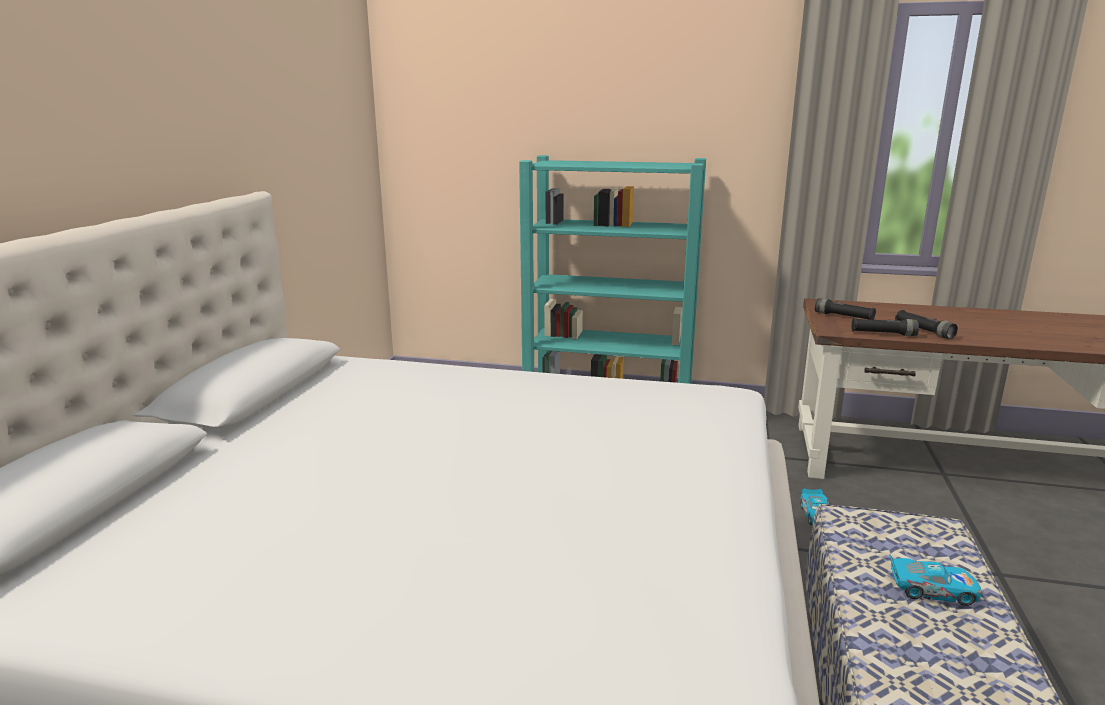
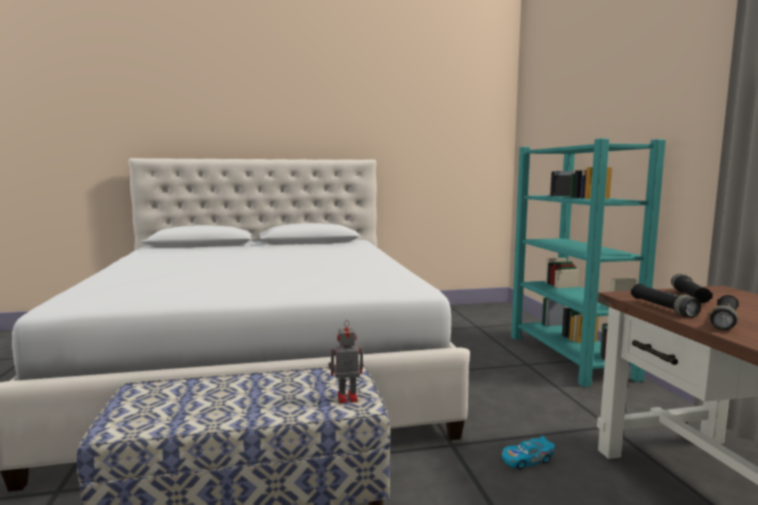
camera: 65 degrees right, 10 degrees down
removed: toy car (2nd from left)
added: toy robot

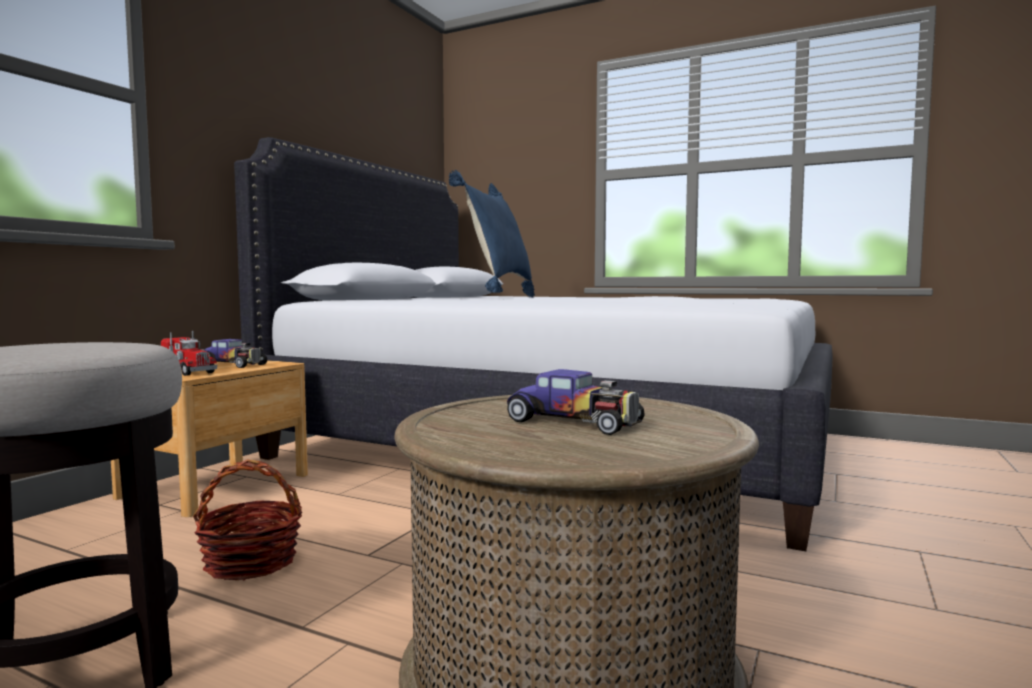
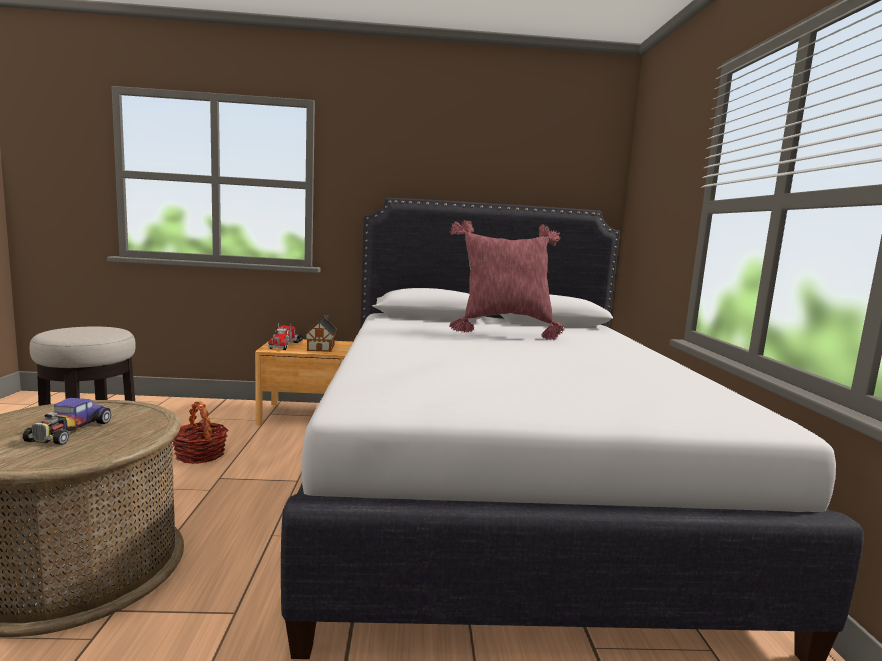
camera: 60 degrees right, 5 degrees up
replaced: toy car (1st from left) to toy house
recoloured: blue pillow to red pillow

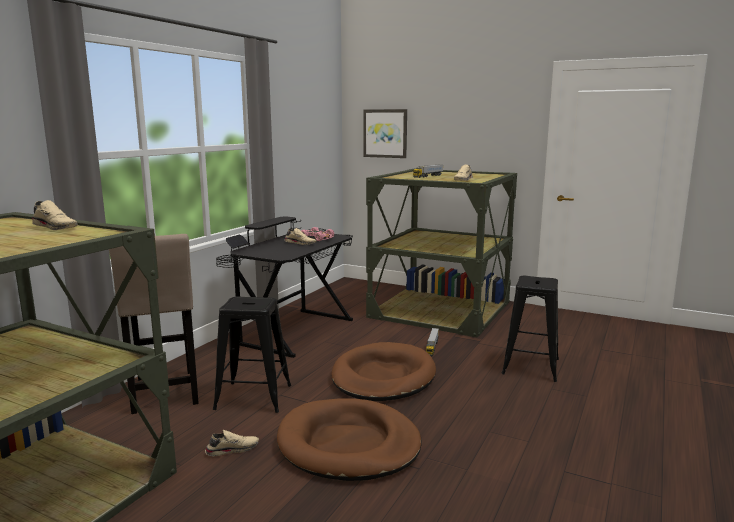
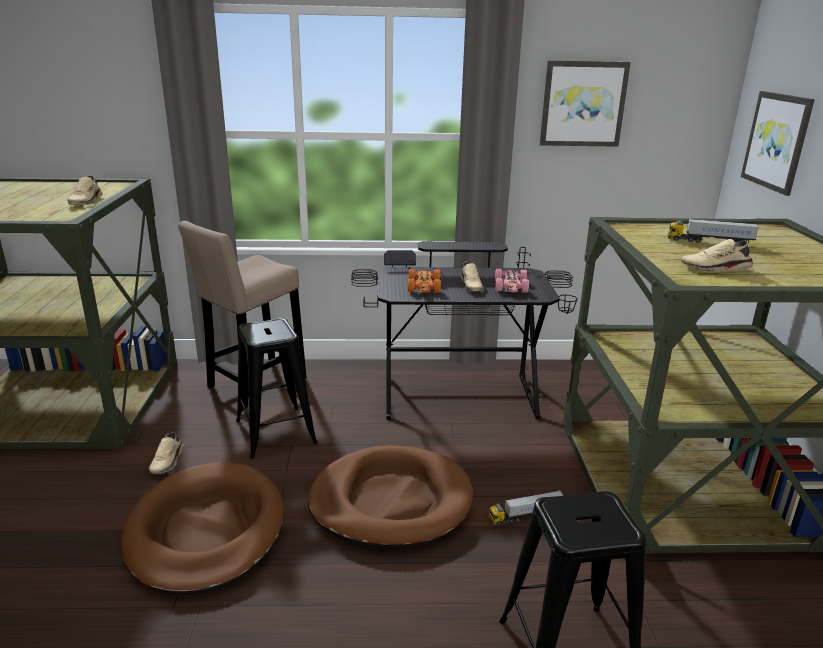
camera: 60 degrees right, 10 degrees up
added: picture (1st from left); orange toy car
turned: beige shoe (2nd from left) 60 degrees clockwise

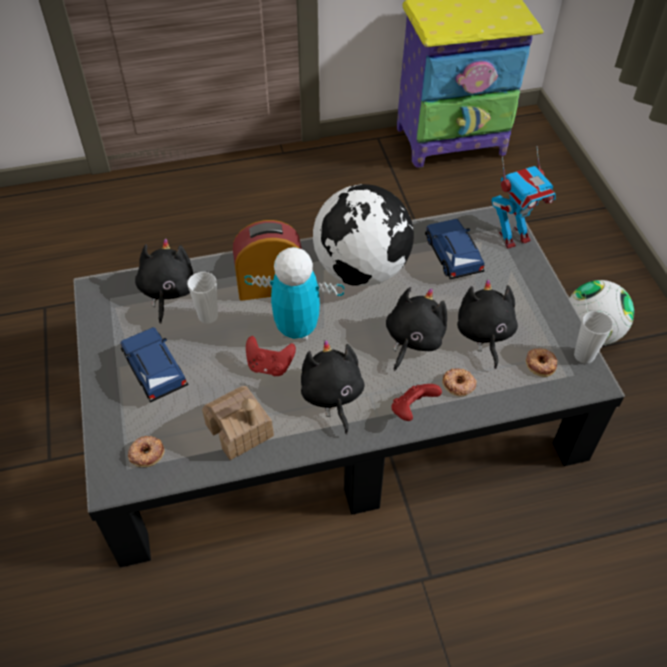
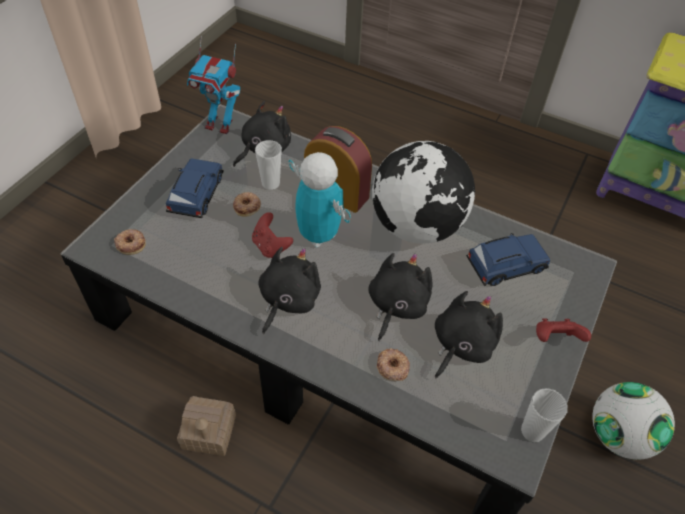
camera: 40 degrees right, 0 degrees up
moved: toy robot (2nd from left in the first image) to toy robot (1st from left); donut (3rd from left in the first image) to donut (2nd from left); red game controller (2nd from left); toy house
turned: blue toy car (2nd from left) 45 degrees clockwise; black plush toy (3rd from left) 45 degrees counterclockwise

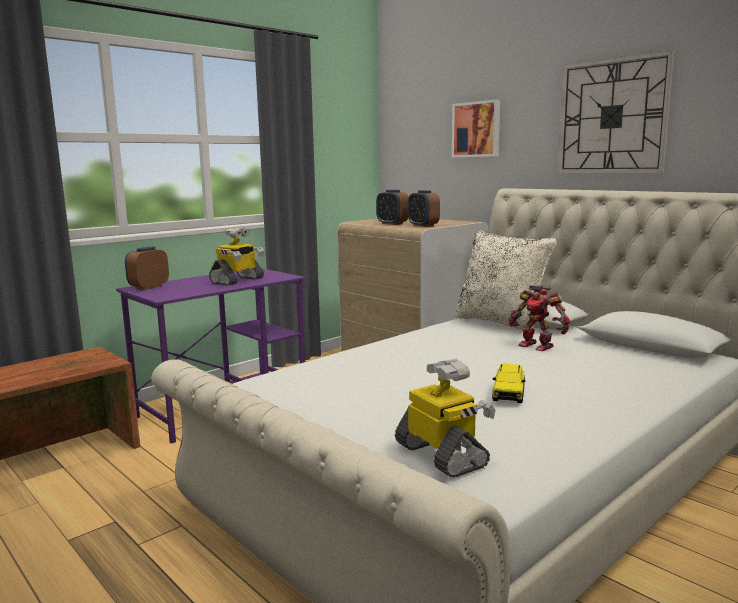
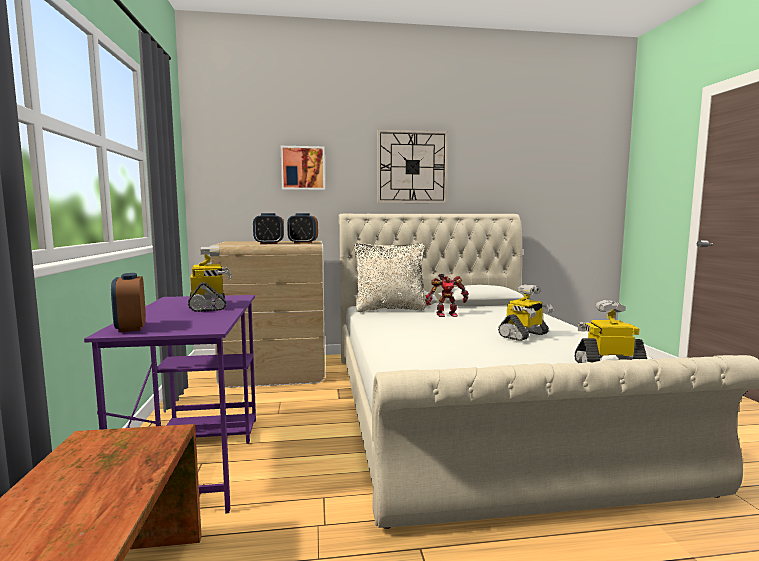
camera: 55 degrees left, 5 degrees down
replaced: yellow toy car to toy robot (3rd from left)

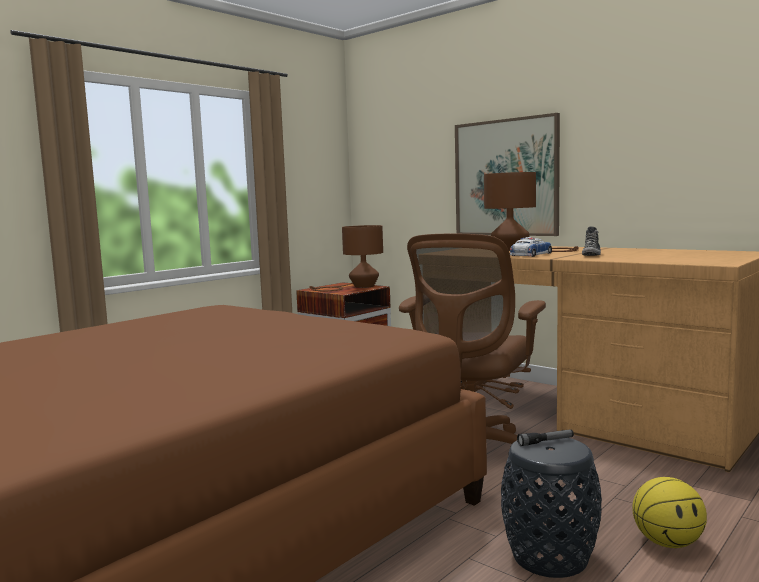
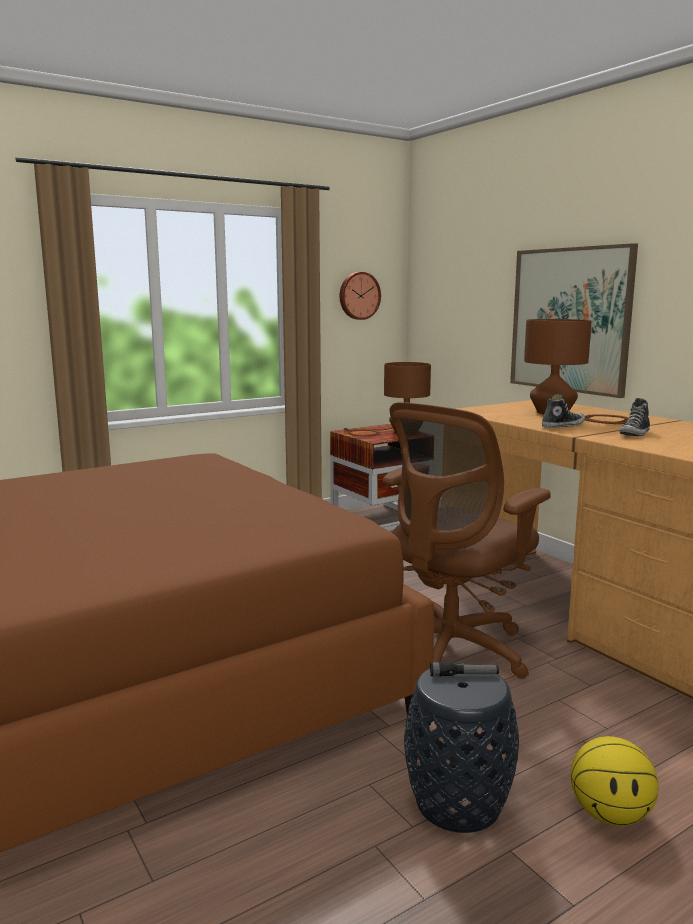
camera: 15 degrees right, 5 degrees up
added: wall clock
replaced: toy car to shoe (1st from left)

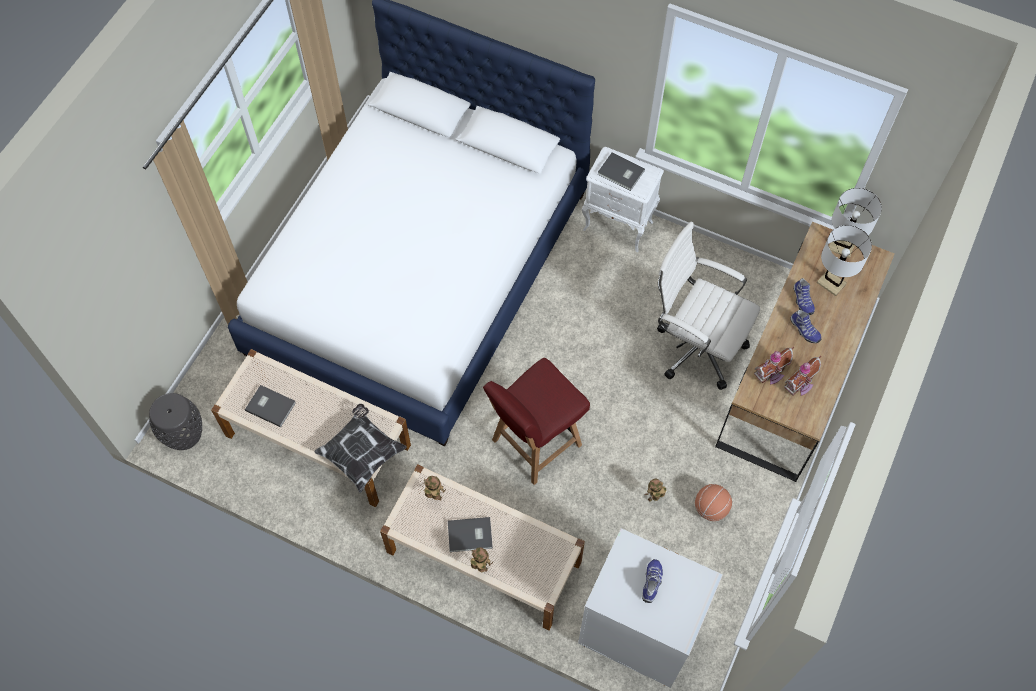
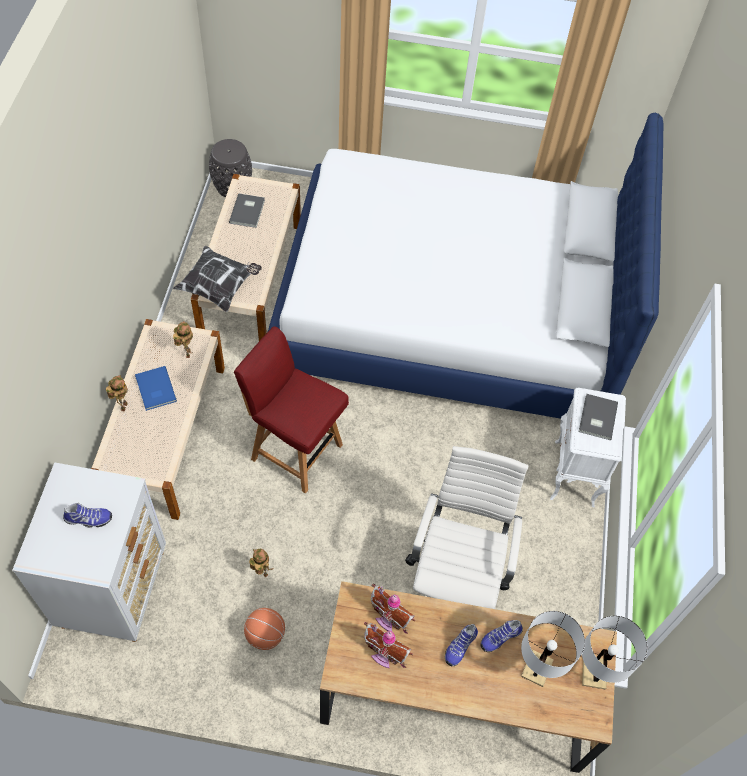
camera: 70 degrees right, 5 degrees down
recoloured: grey book (2nd from left) to blue book

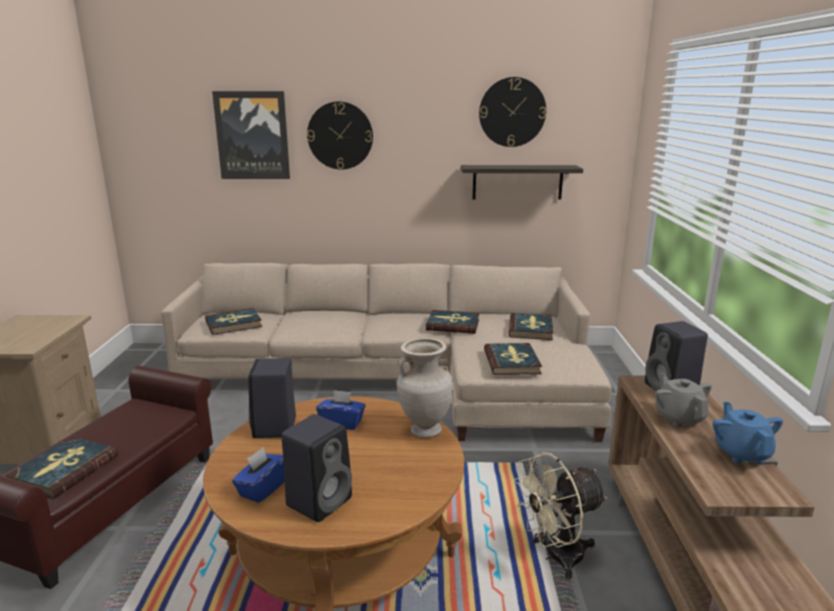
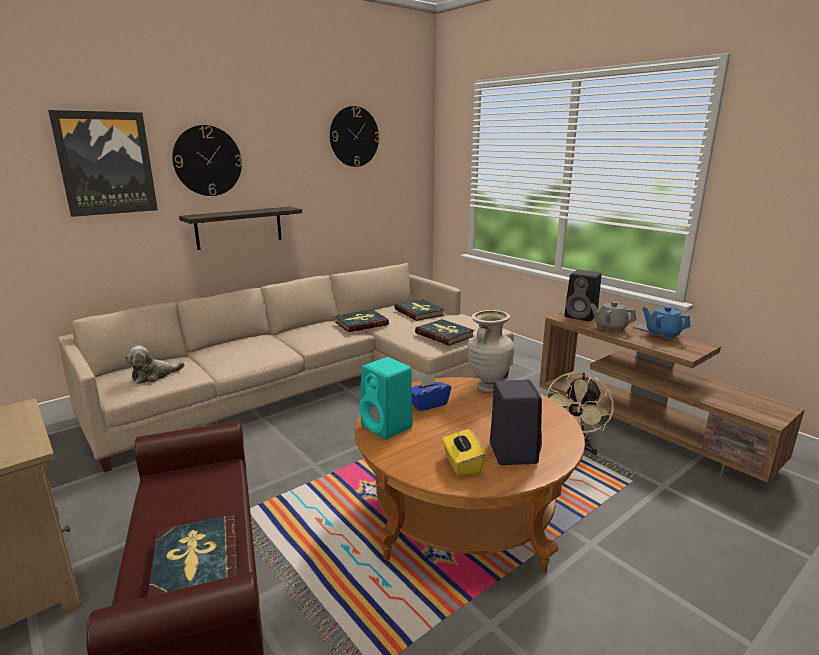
camera: 40 degrees left, 0 degrees up
moved: shelf
replaced: book (2nd from left) to plush toy
recoloured: black speaker (1st from left) to turquoise speaker; blue tissue box (1st from left) to yellow tissue box

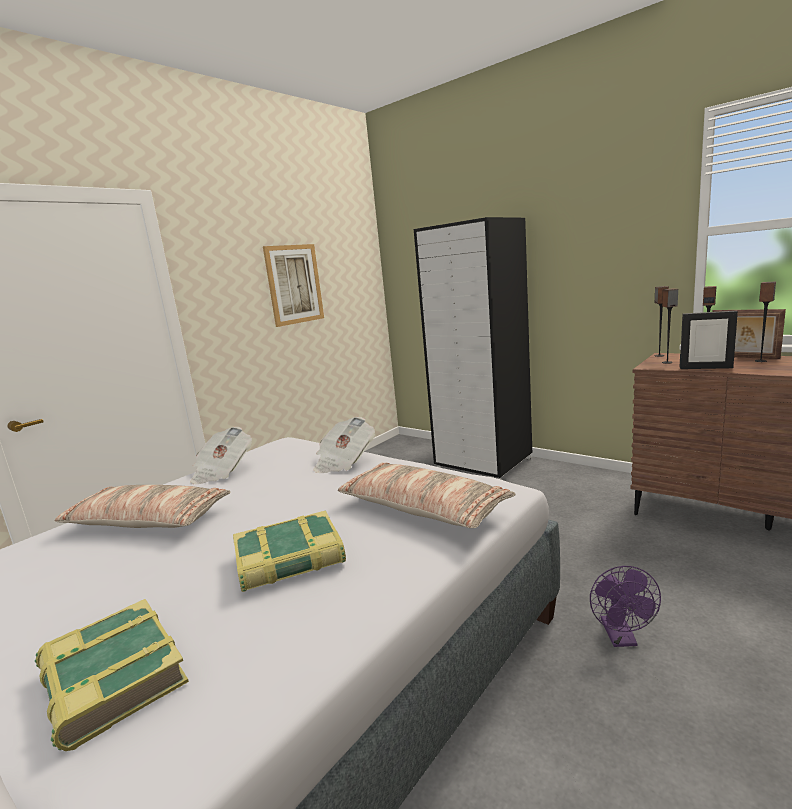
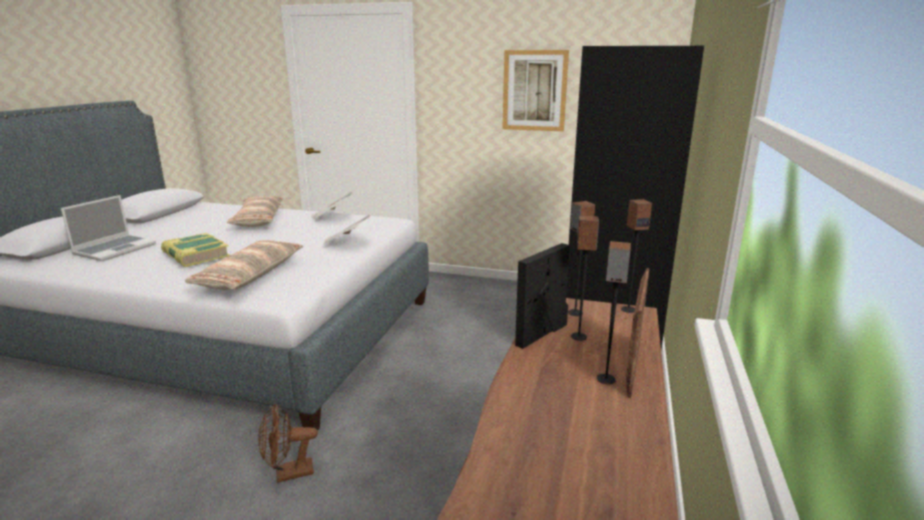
camera: 65 degrees right, 5 degrees up
replaced: book (1st from left) to laptop
recoloured: purple fan to brown fan
turned: picture frame (1st from left) 45 degrees clockwise

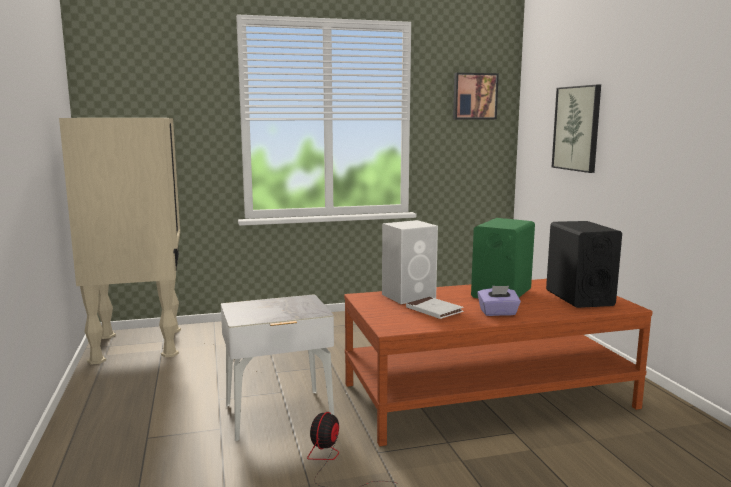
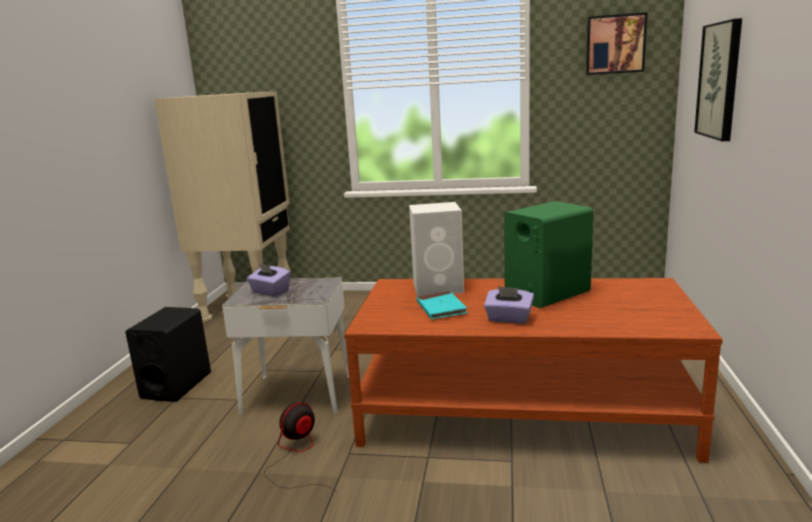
camera: 25 degrees right, 5 degrees up
added: purple tissue box (1st from left)
moved: black speaker
recoloured: white book to turquoise book

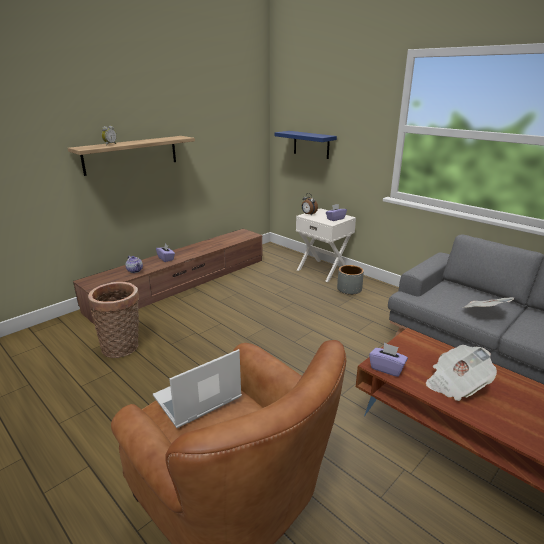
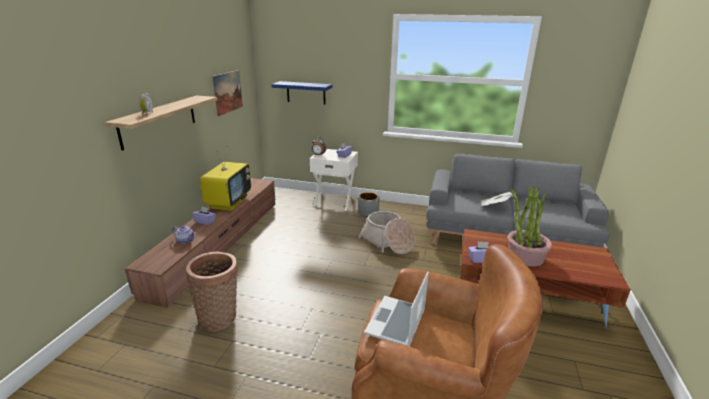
camera: 30 degrees left, 0 degrees up
added: picture; television; basket (2nd from left)
replaced: newspaper (1st from left) to potted plant

